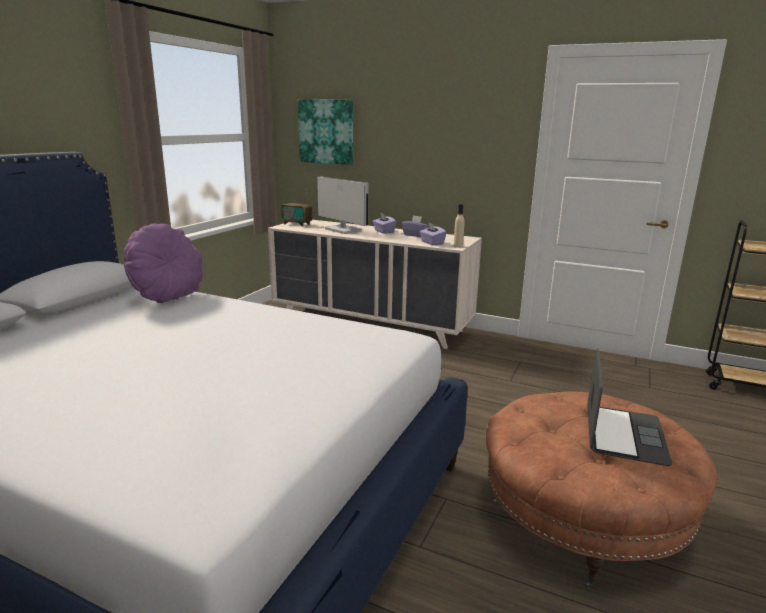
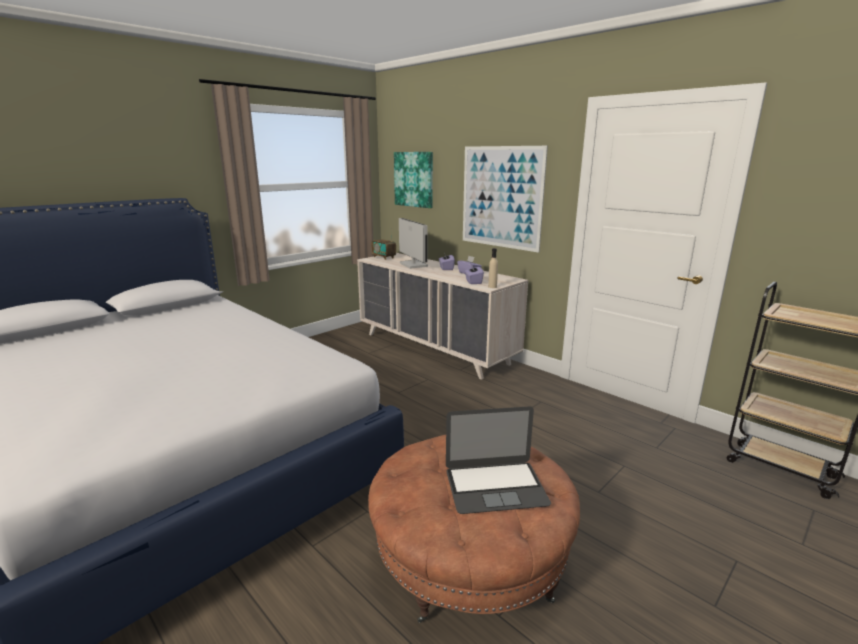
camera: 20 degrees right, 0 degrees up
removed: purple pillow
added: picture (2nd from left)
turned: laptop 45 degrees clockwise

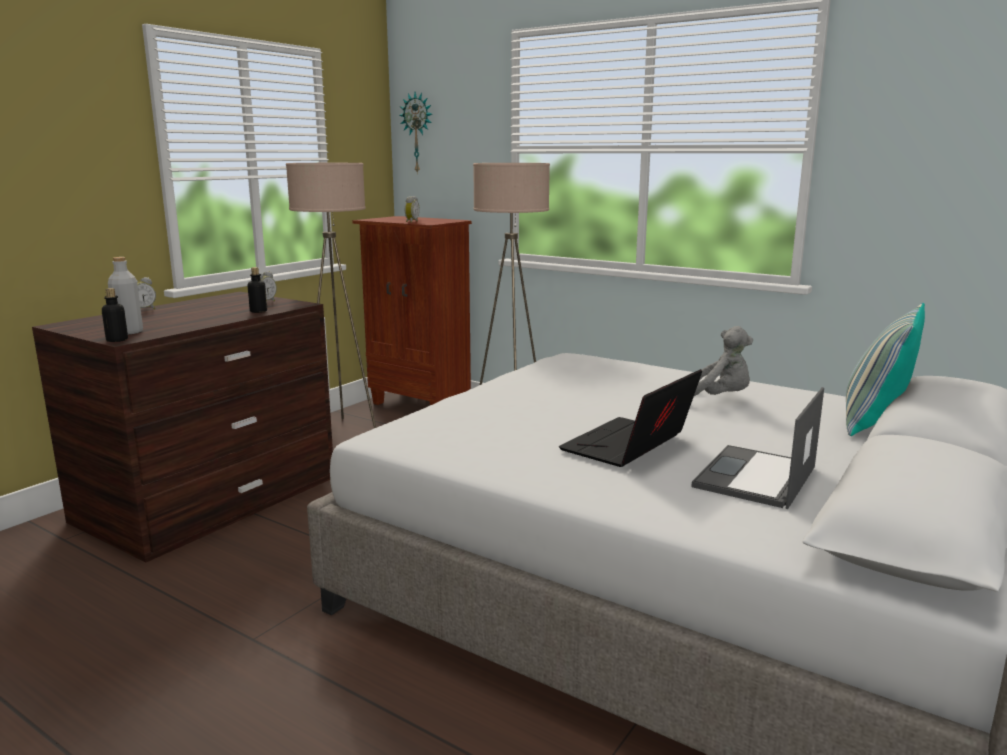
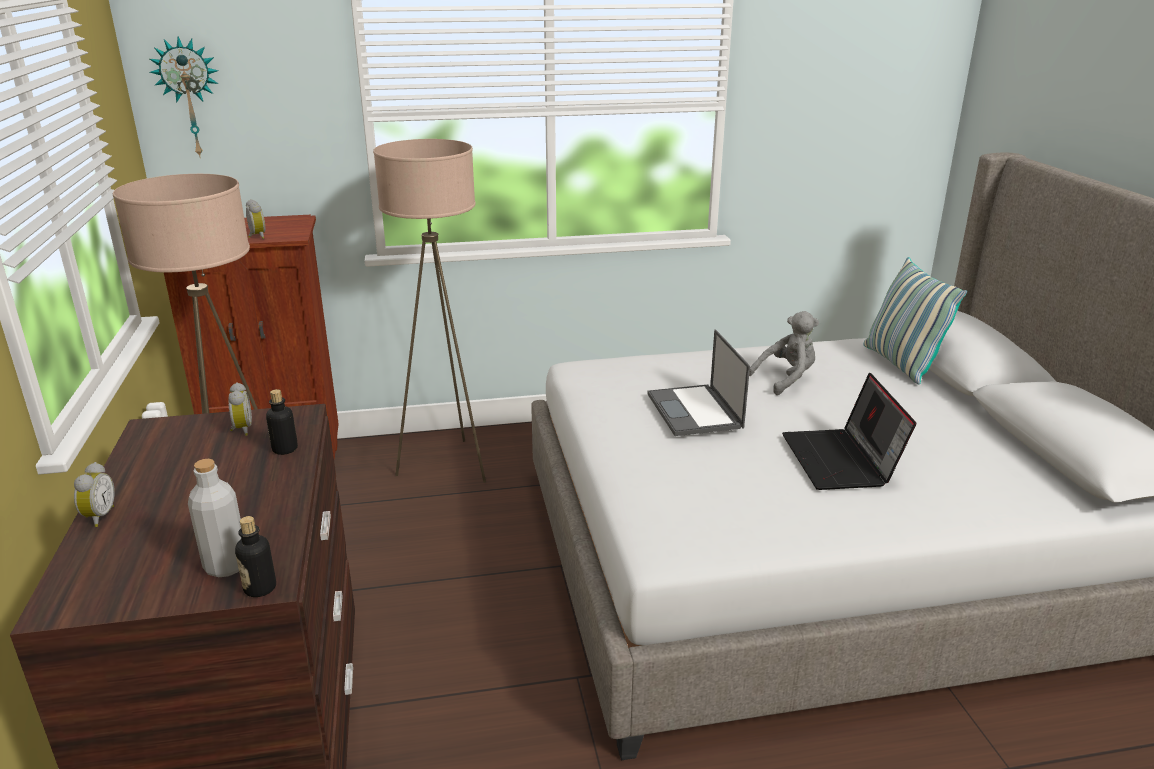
camera: 45 degrees left, 10 degrees up
moved: laptop (2nd from left in the first image) to laptop (1st from left)

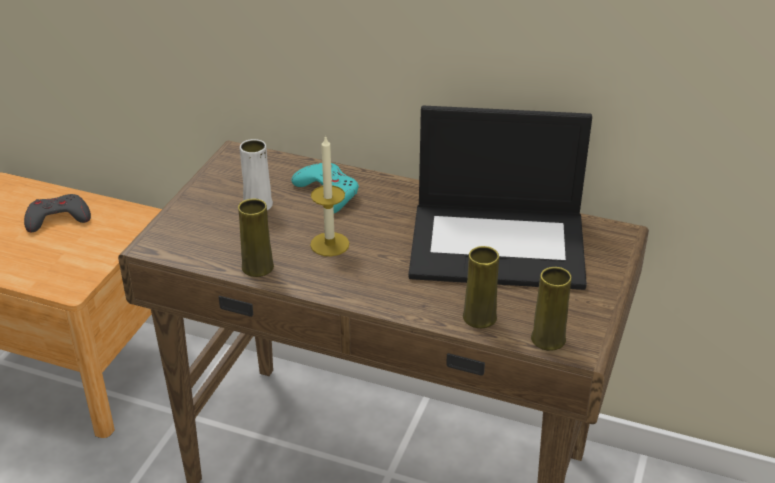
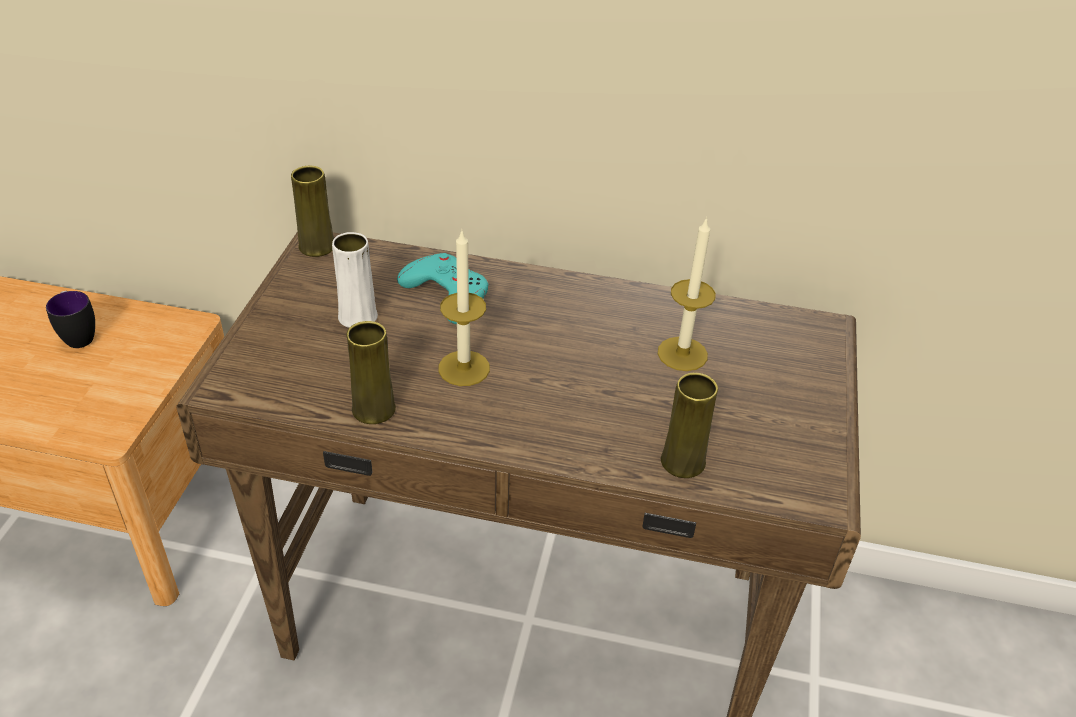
camera: 10 degrees left, 5 degrees up
moved: yellow vase (3rd from left in the first image) to yellow vase (1st from left)
replaced: laptop to candle (2nd from left); grey game controller to mug

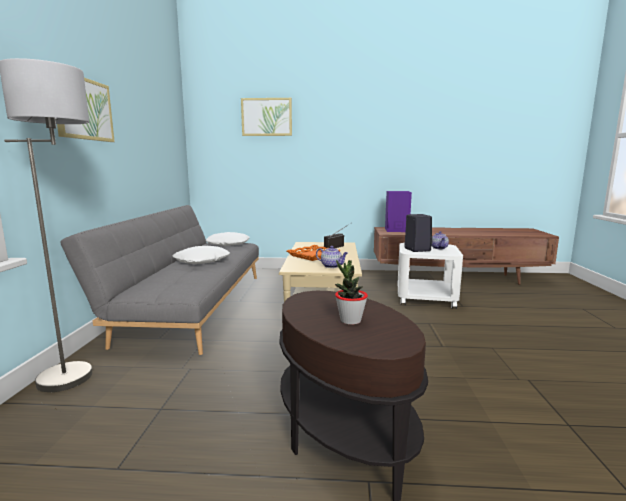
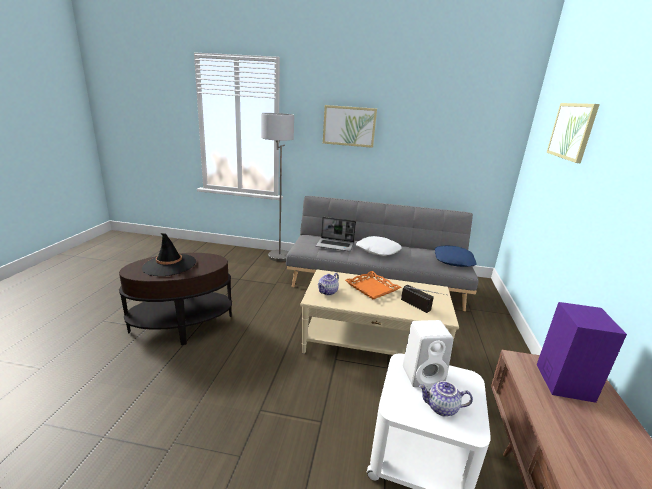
camera: 95 degrees right, 10 degrees up
added: laptop
replaced: potted plant to black hat
recoloured: black speaker to white speaker; white pillow (2nd from left) to blue pillow

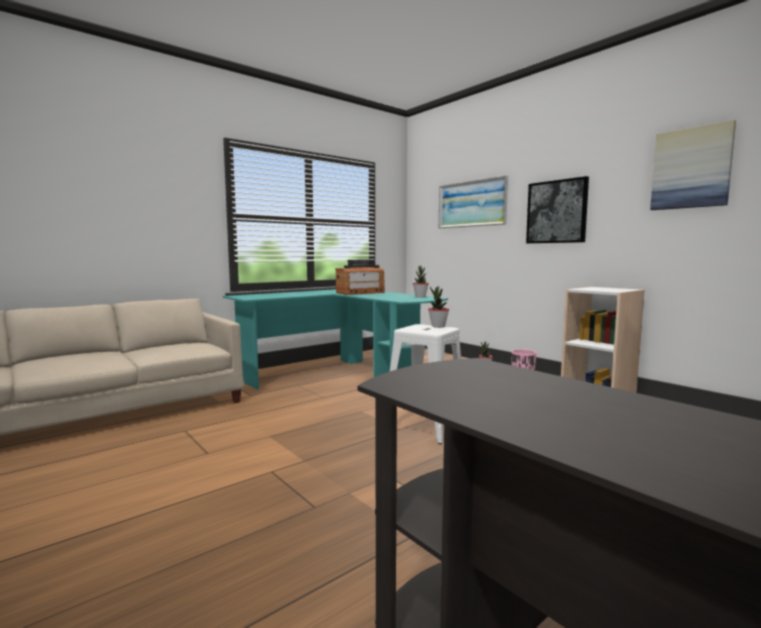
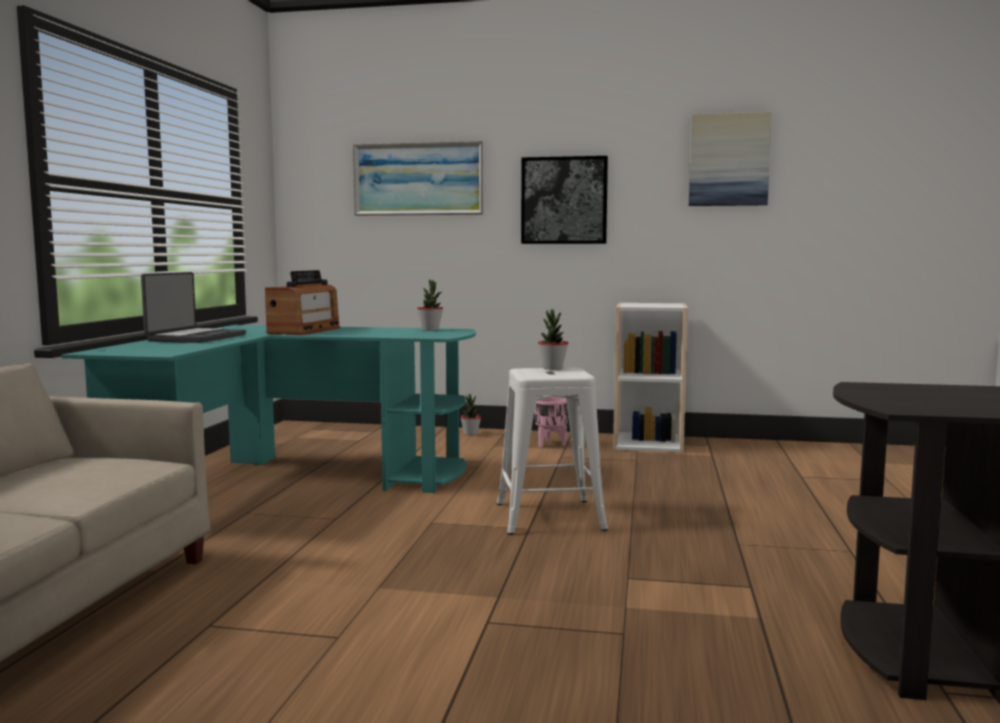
camera: 40 degrees left, 0 degrees up
added: laptop

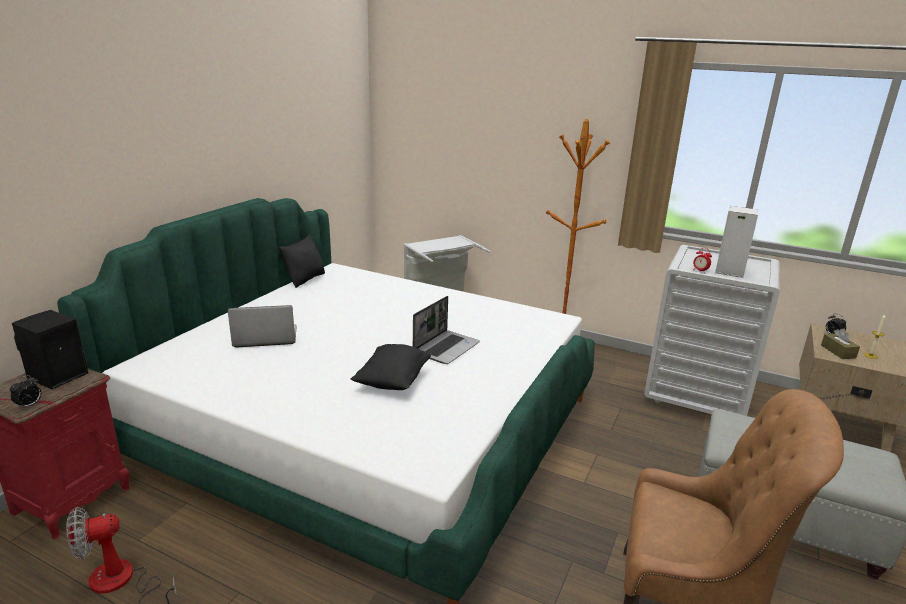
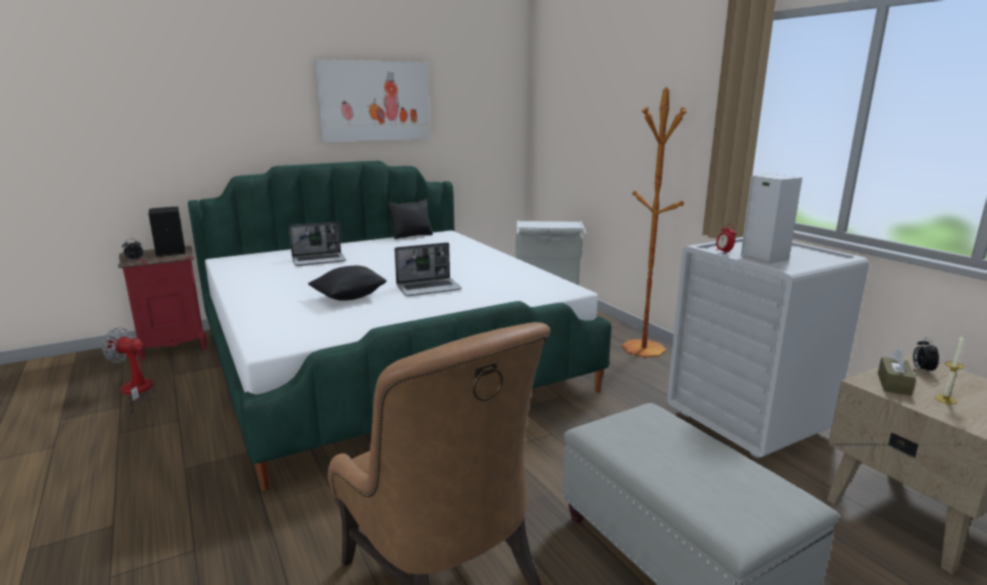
camera: 35 degrees right, 5 degrees down
added: picture
turned: laptop (1st from left) 135 degrees clockwise

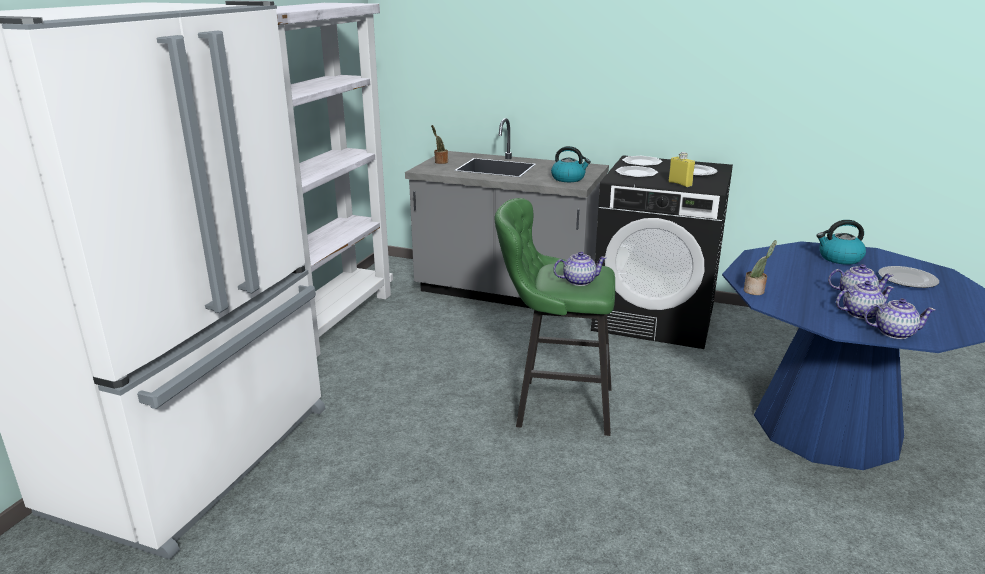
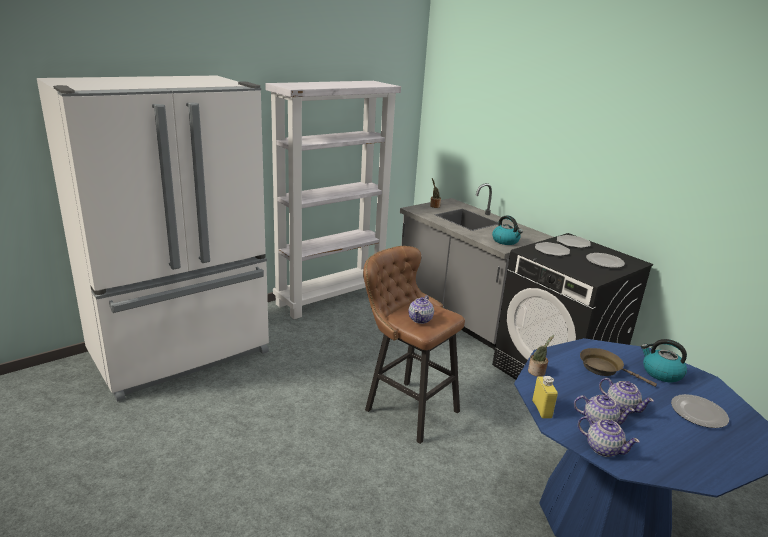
camera: 30 degrees right, 0 degrees up
added: brown frying pan
moved: yellow bottle
recoloured: green stool to brown stool
turned: teapot (1st from left) 90 degrees clockwise

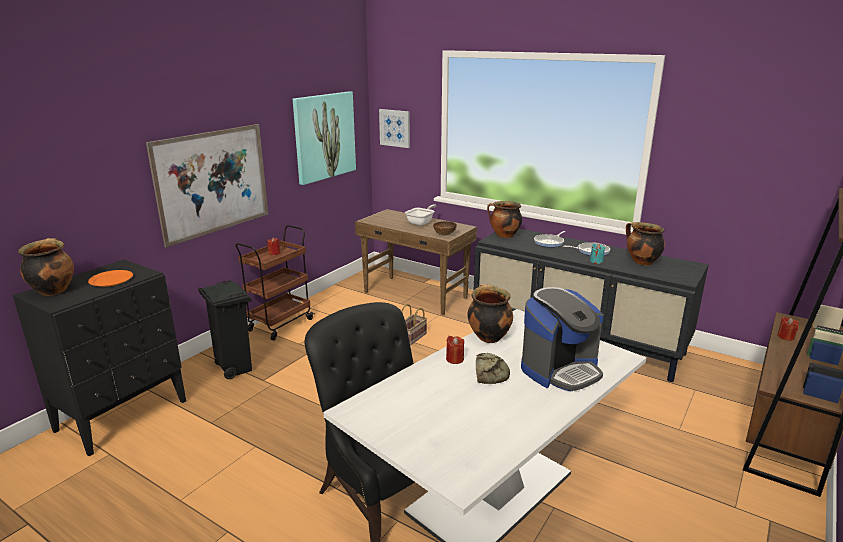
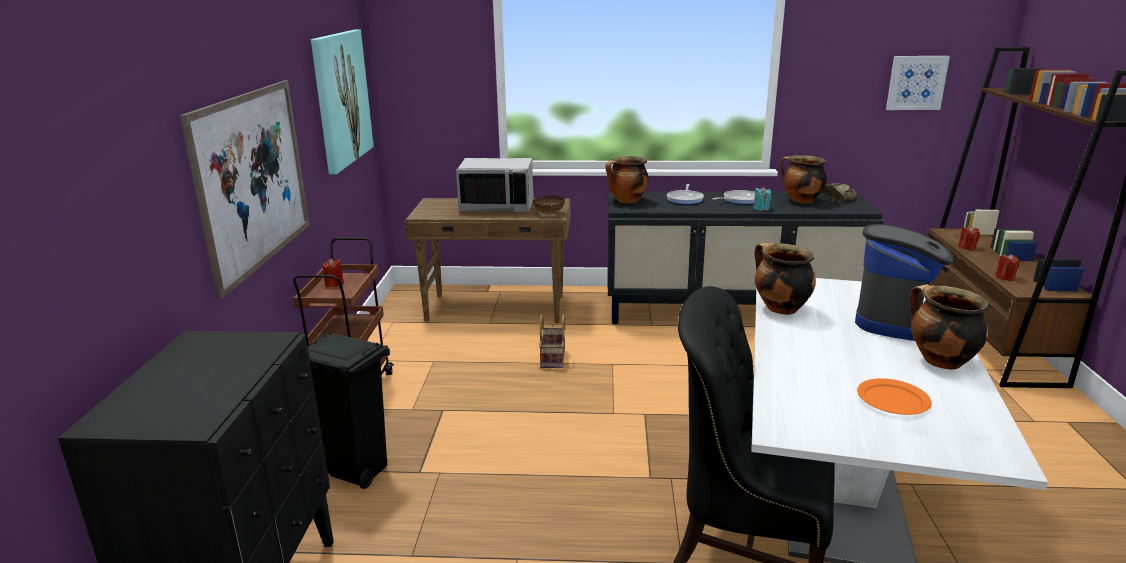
camera: 30 degrees left, 0 degrees up
moved: picture (3rd from left); cooking pot (1st from left in the first image) to cooking pot (4th from left); orange plate; red candle (2nd from left in the first image) to red candle (3rd from left); bread
replaced: frying pan (1st from left) to grey microwave

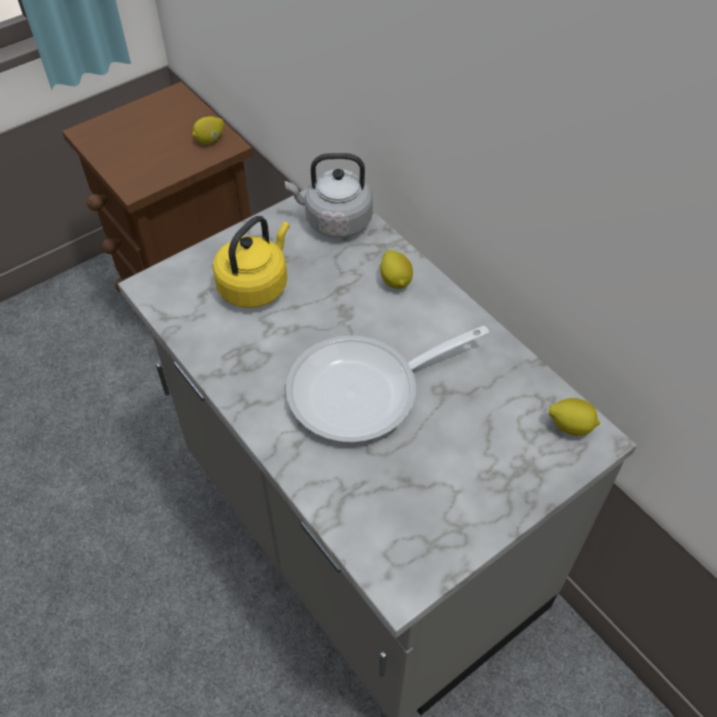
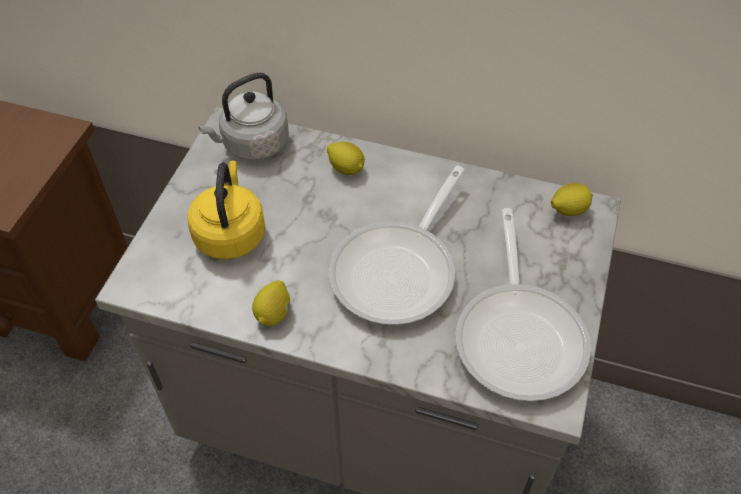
camera: 35 degrees left, 0 degrees up
added: frying pan (2nd from left)
moved: lemon (1st from left)

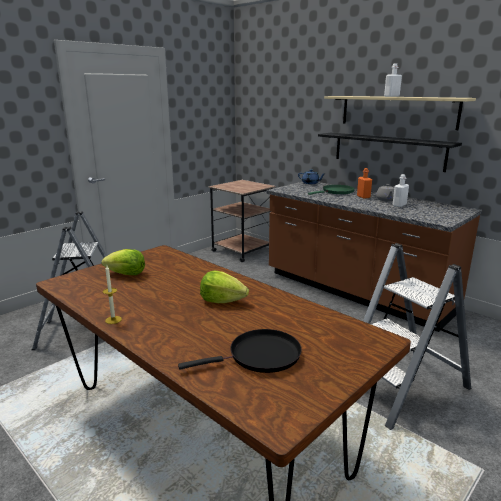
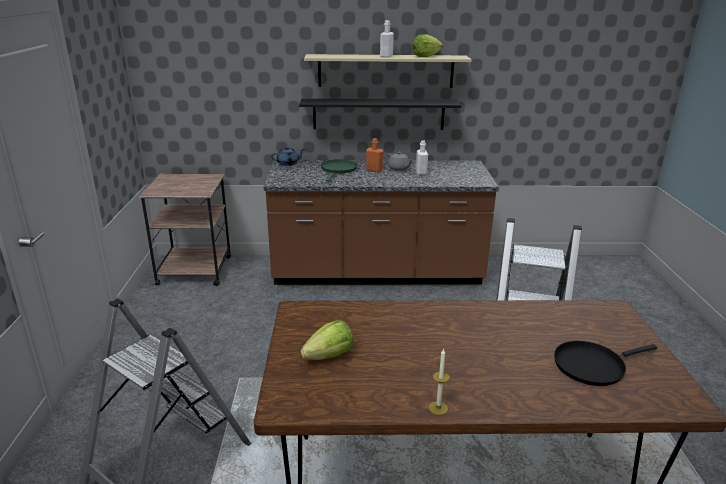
camera: 45 degrees left, 5 degrees up
moved: lettuce (2nd from left)
turned: black frying pan 135 degrees counterclockwise

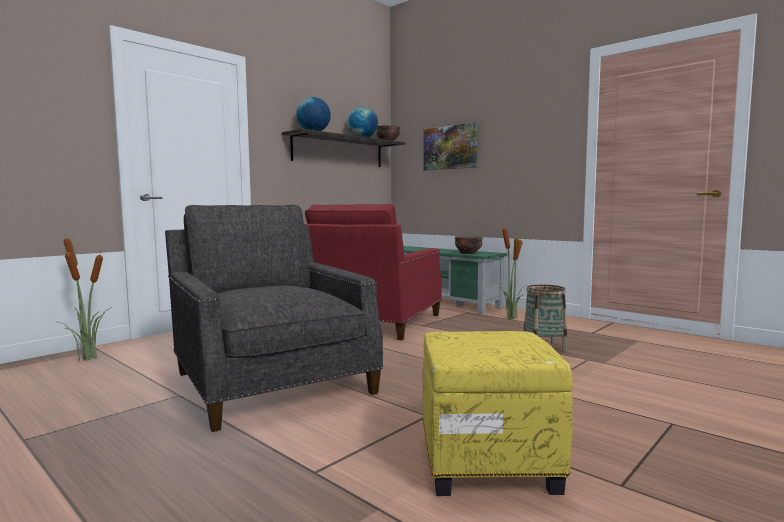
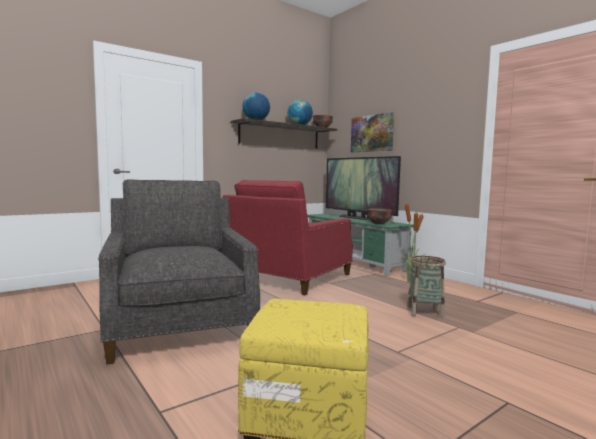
camera: 10 degrees right, 0 degrees up
removed: potted plant (1st from left)
added: television

